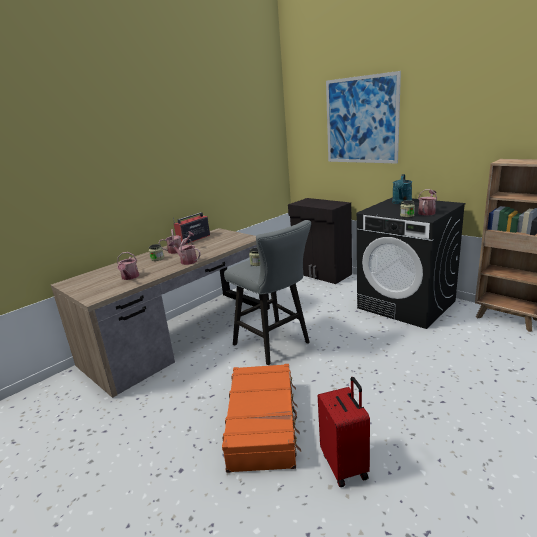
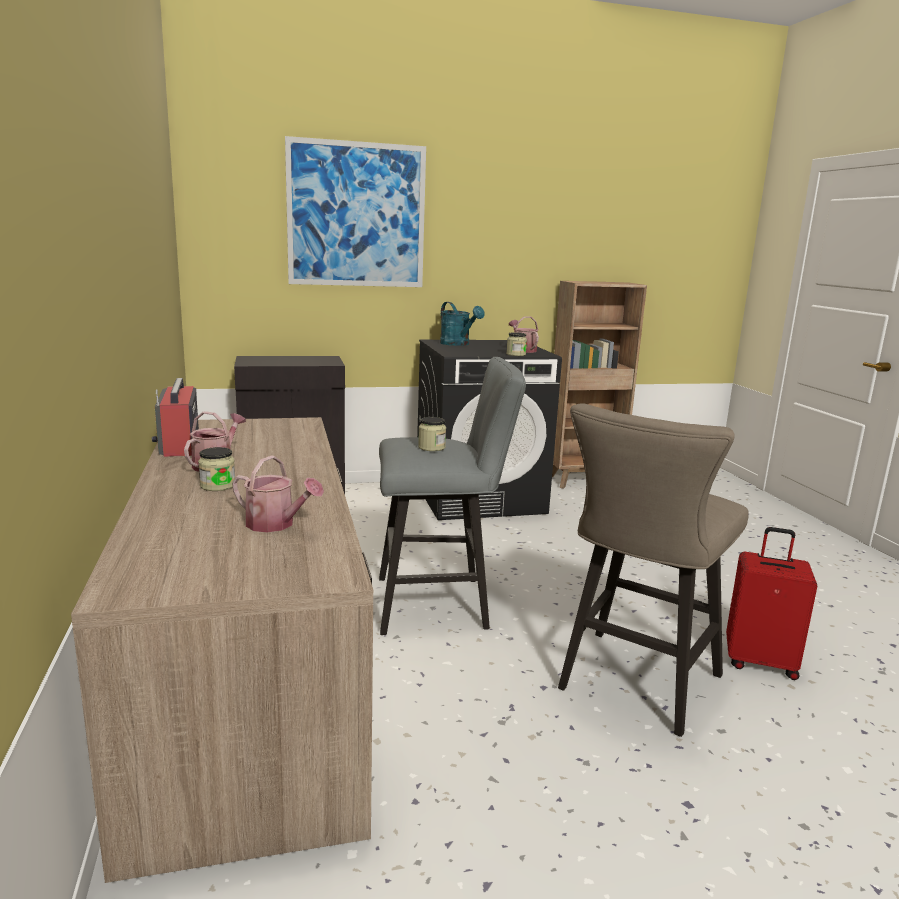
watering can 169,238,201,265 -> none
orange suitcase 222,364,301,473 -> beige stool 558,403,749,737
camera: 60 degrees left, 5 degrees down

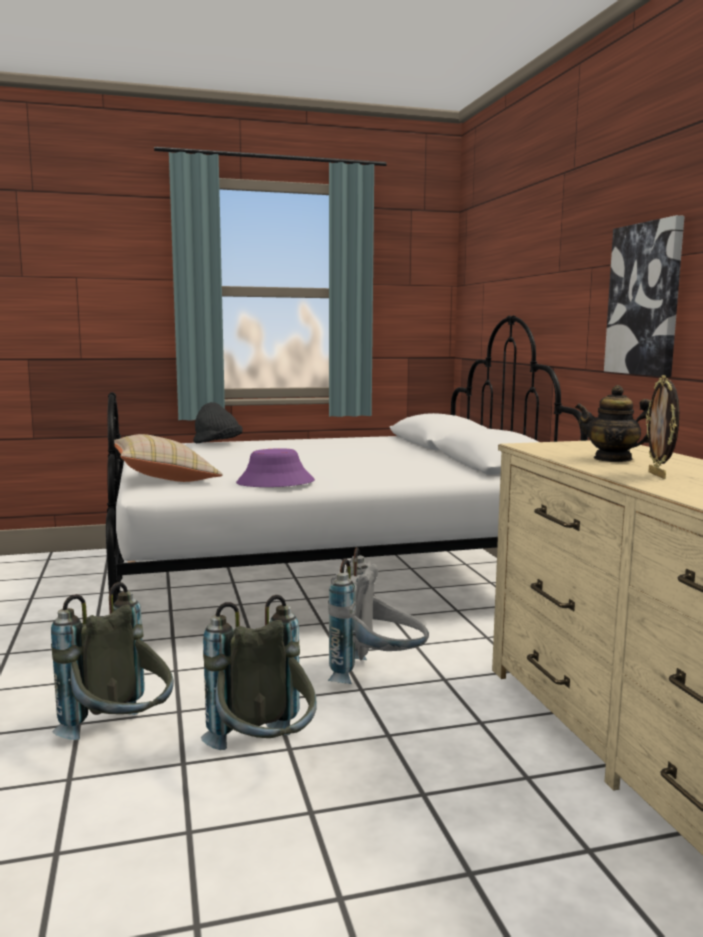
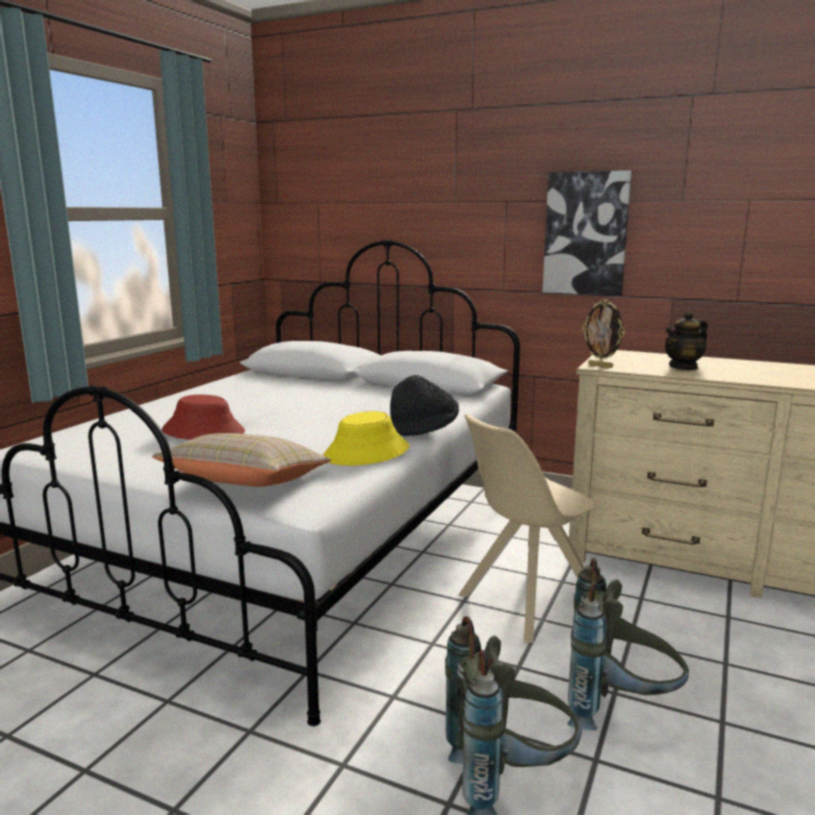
picture frame 646,375,679,479 -> picture frame 582,299,625,368, shifted
black hat 193,402,243,443 -> black hat 390,375,459,436, shifted
purple hat 236,448,315,487 -> yellow hat 323,411,409,466
grey backpack 328,547,429,684 -> beige chair 458,414,606,643
none -> red hat 162,395,245,440
camera: 50 degrees left, 5 degrees up

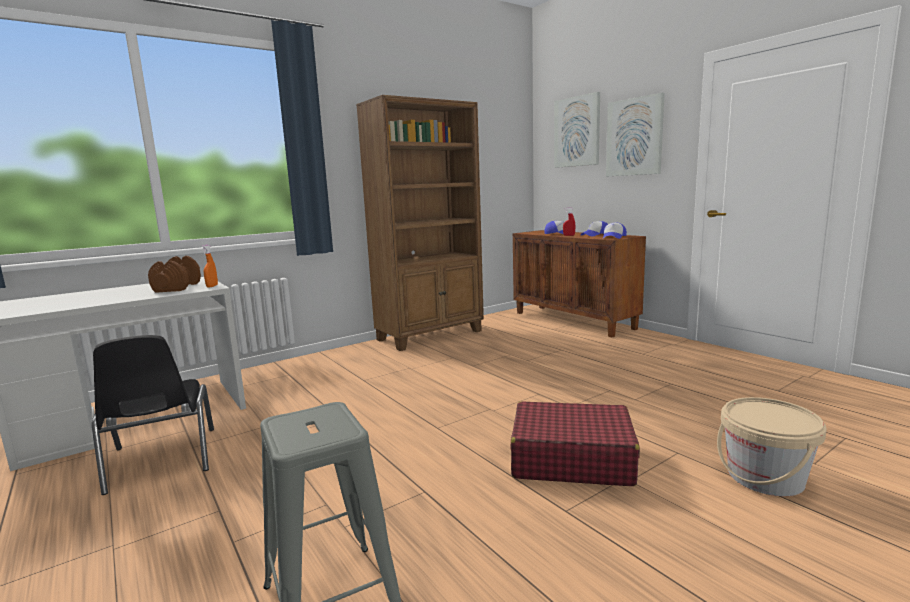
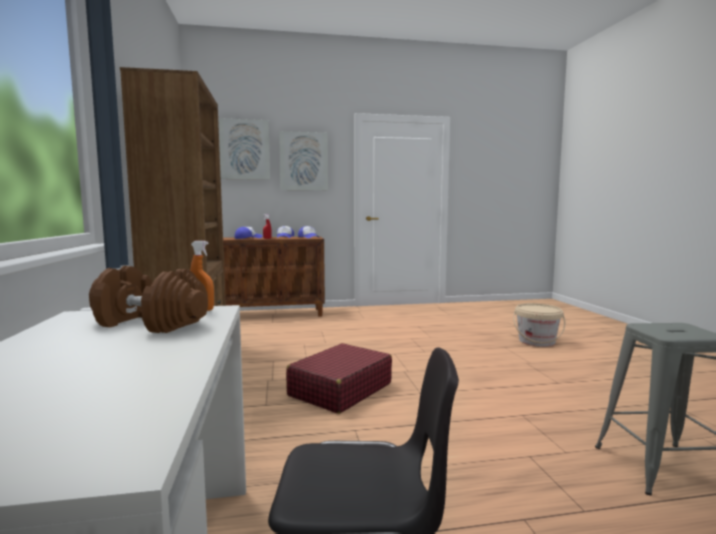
red suitcase 511,401,640,486 -> red suitcase 286,343,392,414, shifted
camera: 65 degrees left, 5 degrees down

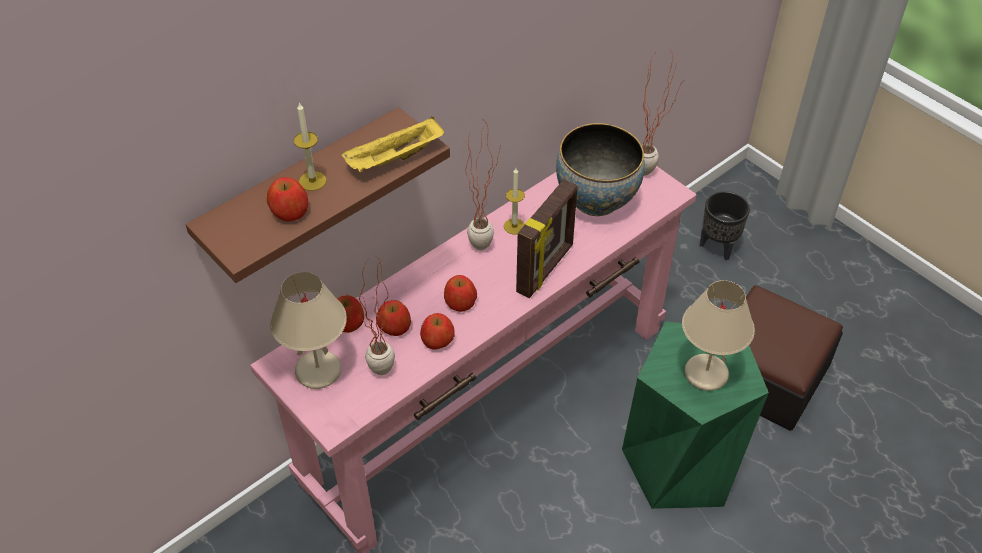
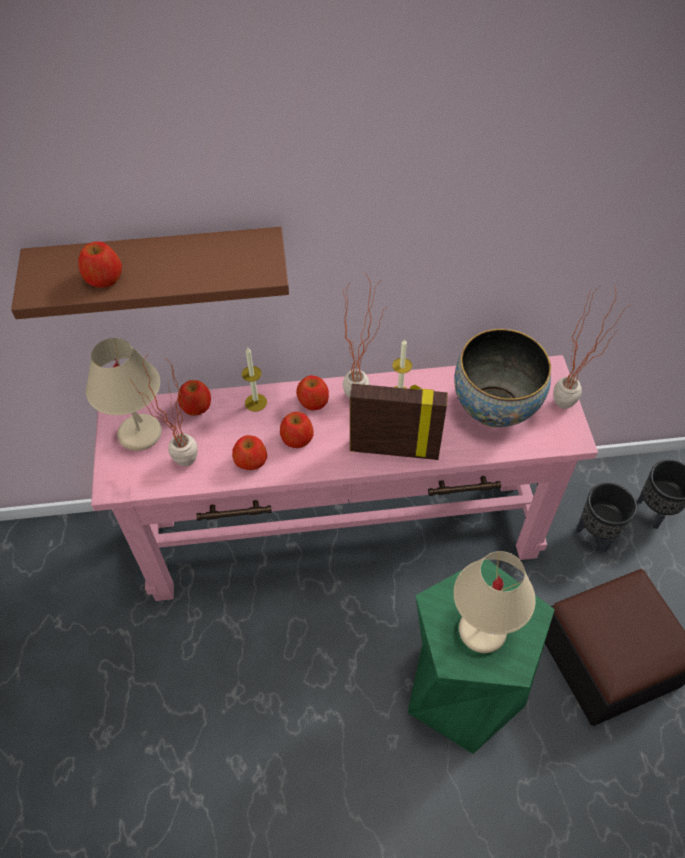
candle 294,102,326,191 -> candle 242,347,267,412, shifted
yellow tray 342,117,444,172 -> none
picture frame 516,179,578,298 -> picture frame 350,384,448,460, 150 degrees counterclockwise
apple 376,300,411,336 -> apple 296,375,329,411, shifted
none -> black planter 576,483,637,552
camera: 35 degrees right, 5 degrees up

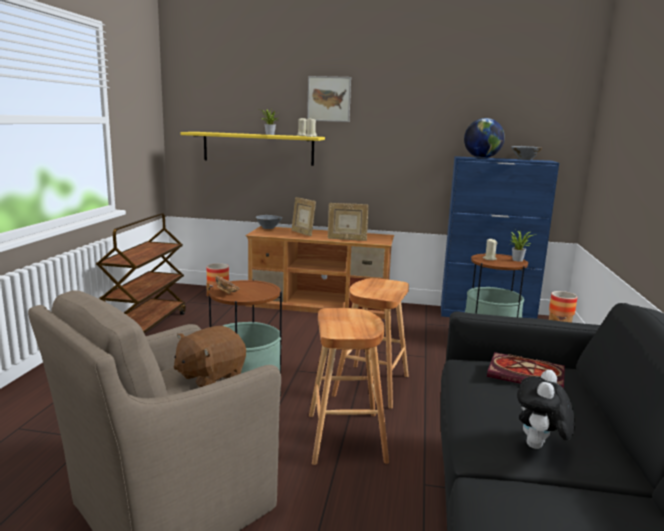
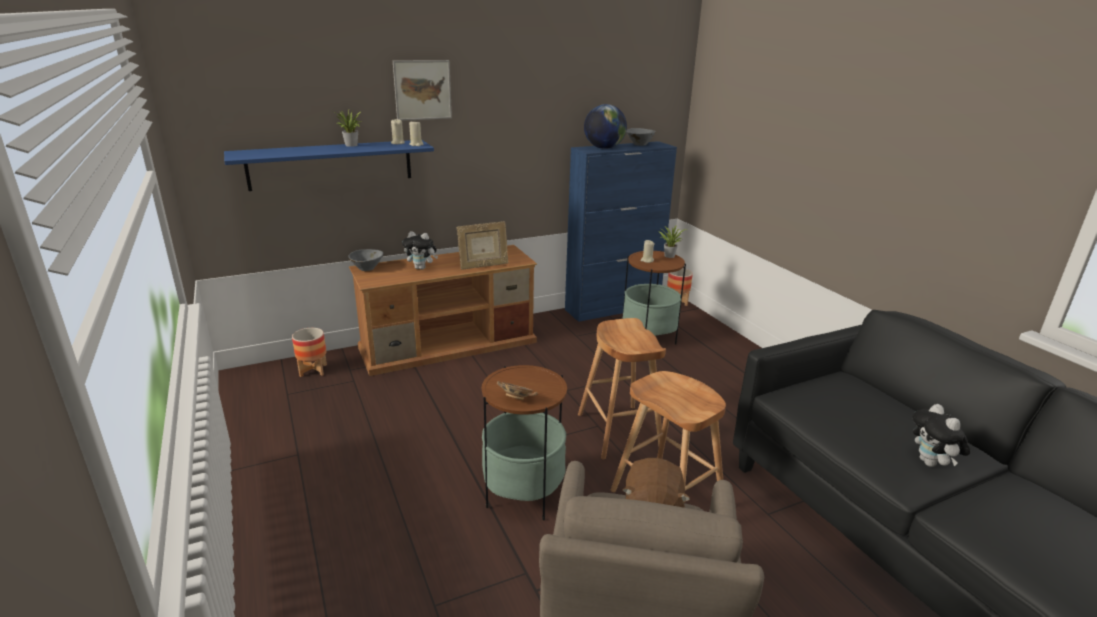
yellow shelf 180,132,325,166 -> blue shelf 224,140,434,191
picture frame 292,197,316,236 -> plush toy 402,231,438,270
brown cart 96,213,186,333 -> none
book 487,352,565,389 -> none
camera: 35 degrees left, 10 degrees up

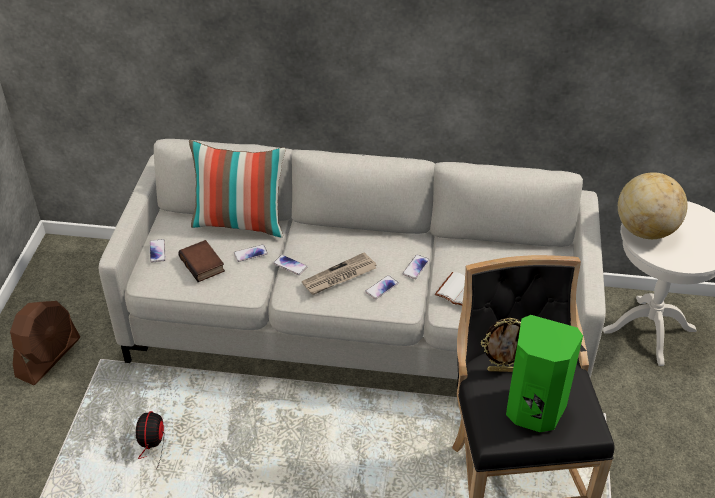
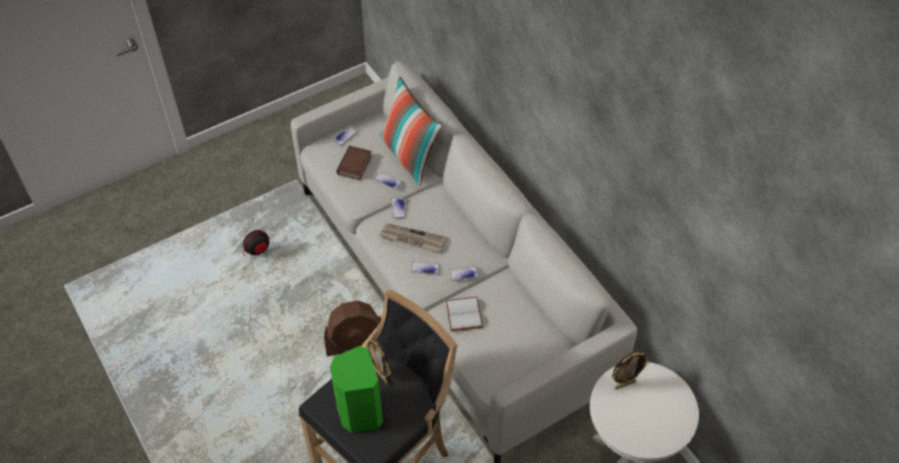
globe 618,172,688,239 -> picture frame 611,351,649,389
brown fan 10,301,80,385 -> brown fan 324,301,381,357, shifted
camera: 50 degrees right, 10 degrees up

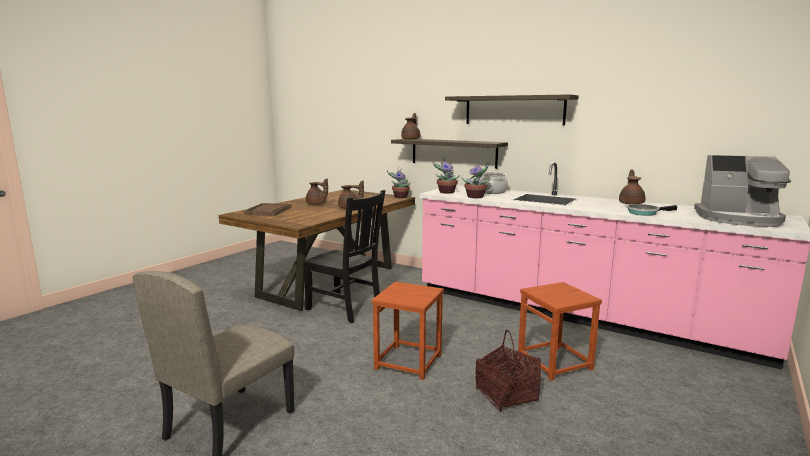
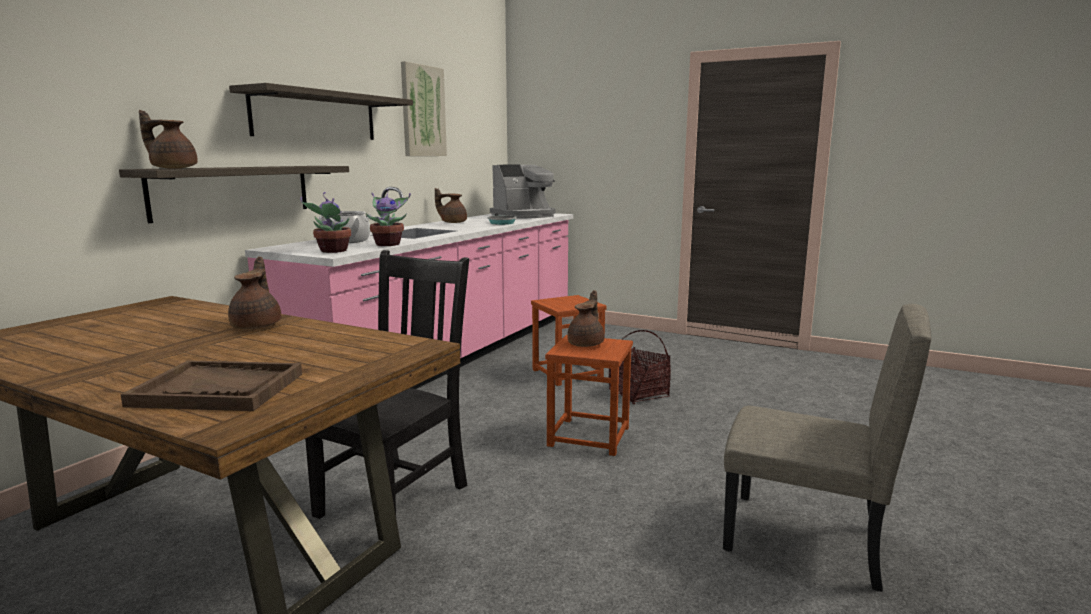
coffee machine 694,155,791,227 -> coffee machine 490,164,556,218, 45 degrees clockwise
potted plant 387,167,410,198 -> none
brown teapot 306,179,328,205 -> brown teapot 567,290,604,347, shifted
none -> picture 401,61,447,156
camera: 95 degrees left, 0 degrees up

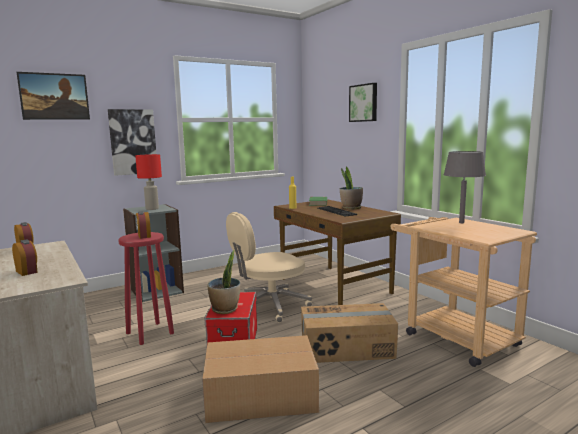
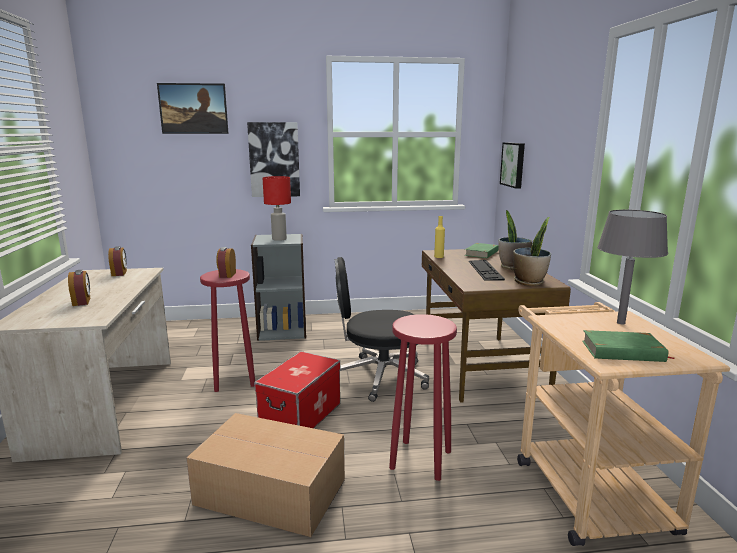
picture 349,83,377,122 -> picture 500,142,525,189, shifted
beige office chair 226,212,312,323 -> black office chair 335,257,429,402
potted plant 207,250,240,314 -> potted plant 513,217,551,286, shifted
cardboard box 301,303,398,363 -> red stool 389,314,457,481
none -> green book 582,330,674,362
camera: 25 degrees right, 5 degrees up

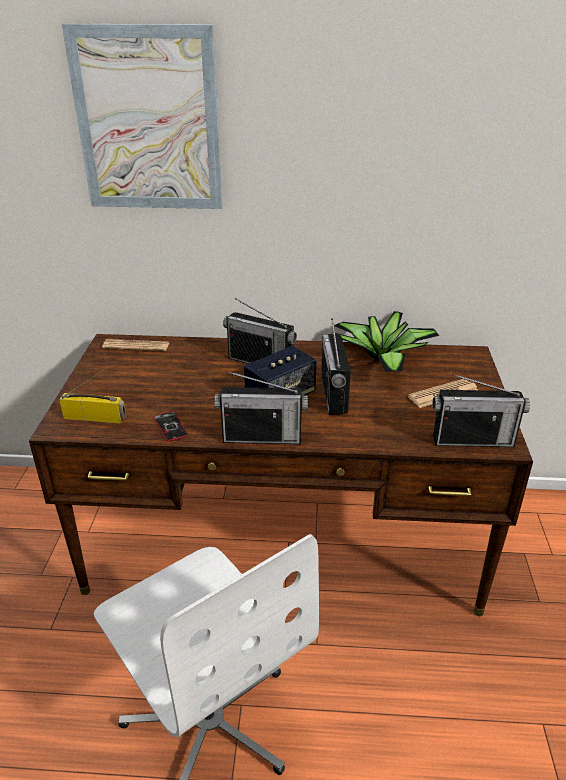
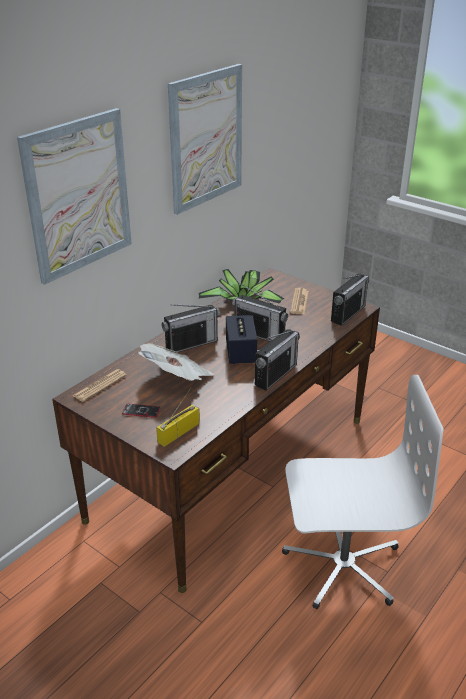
phone 154,411,188,442 -> phone 122,404,161,418, shifted
none -> picture 168,64,242,215
none -> newspaper 138,343,214,381
camera: 55 degrees left, 0 degrees up

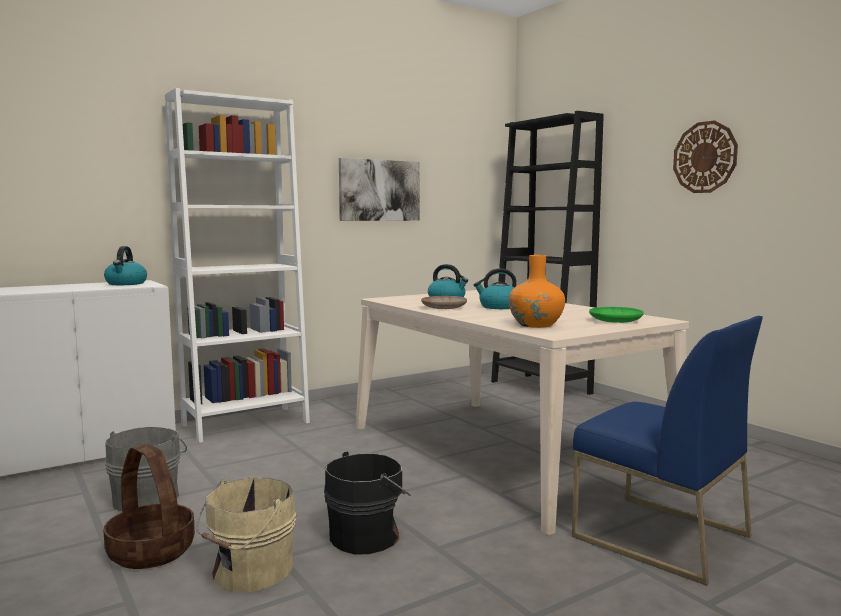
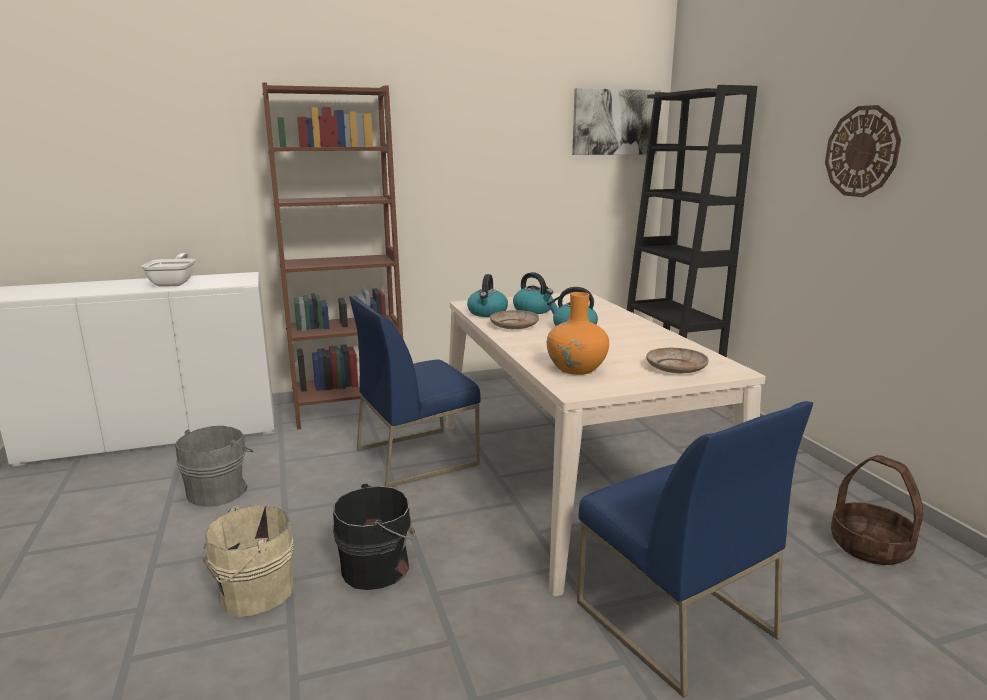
white bookcase 165,88,310,443 -> brown bookcase 262,82,403,430
picture 339,158,420,221 -> picture 572,88,661,155, shifted
kettle 104,246,147,285 -> kettle 467,274,508,317, shifted
green plate 589,307,644,323 -> beige plate 646,348,709,373
basket 103,444,195,569 -> basket 831,455,923,565, shifted
none -> frying pan 141,253,196,287
none -> blue chair 349,296,480,487
camera: 15 degrees right, 10 degrees up

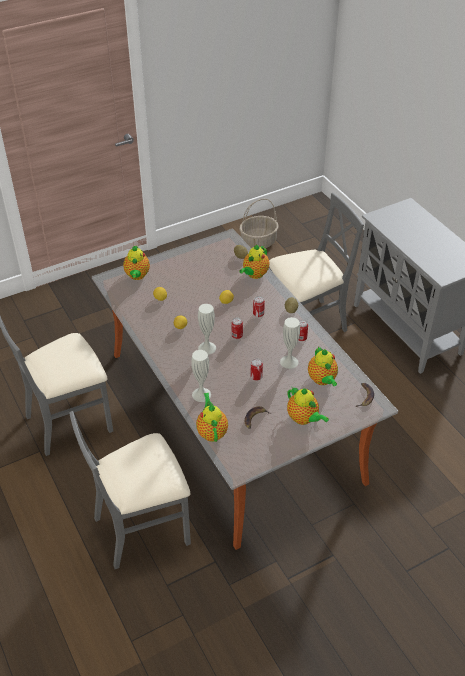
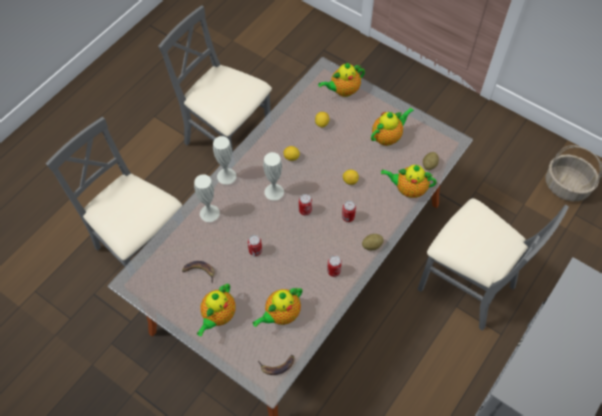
white vase 280,317,300,369 -> white vase 213,136,237,185, shifted
teapot 196,393,228,442 -> teapot 371,108,414,146, shifted
camera: 65 degrees right, 15 degrees up

